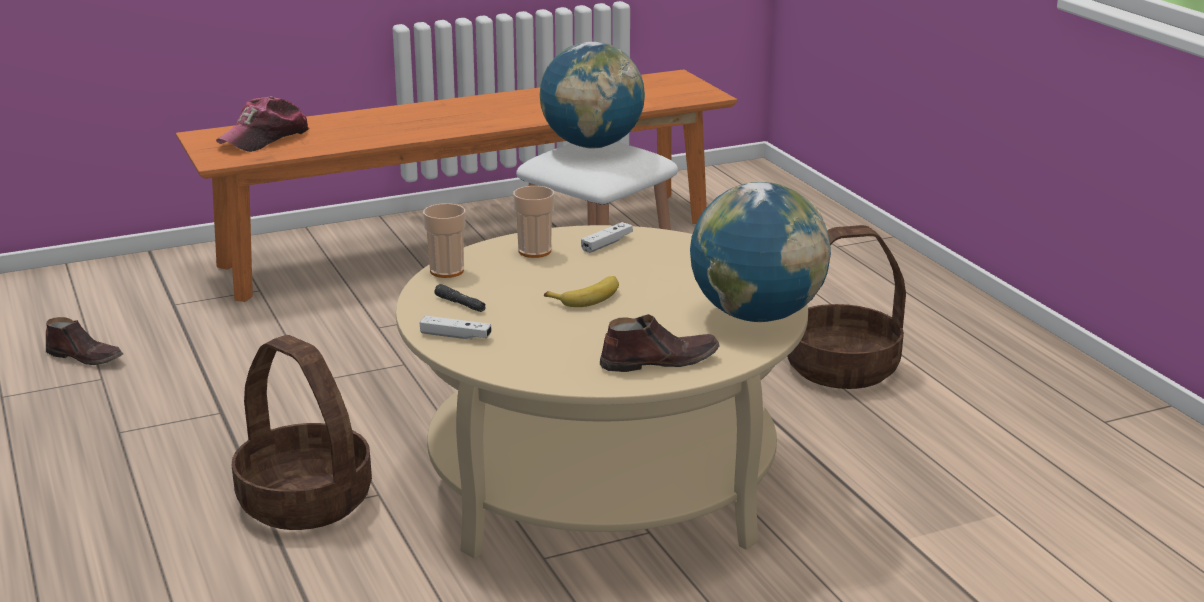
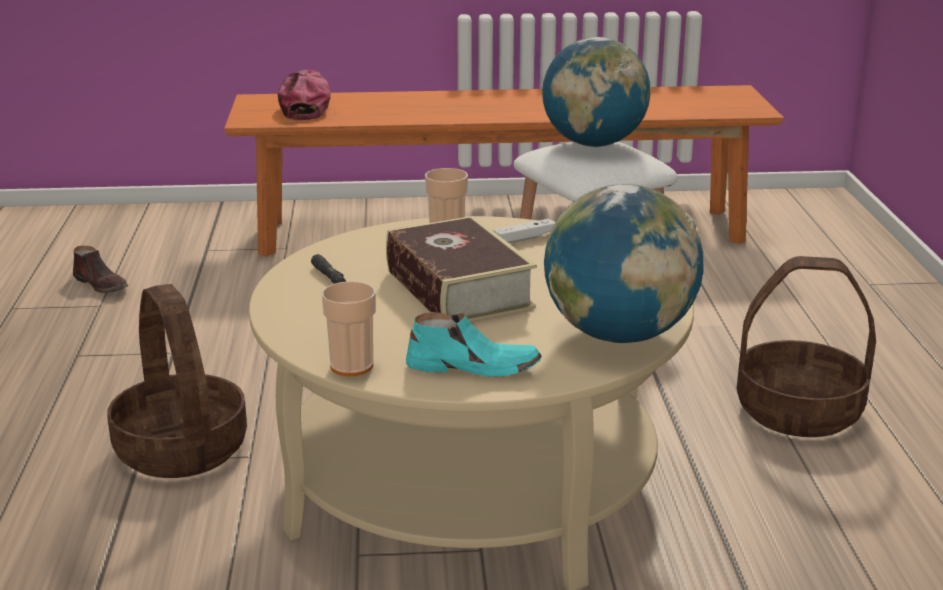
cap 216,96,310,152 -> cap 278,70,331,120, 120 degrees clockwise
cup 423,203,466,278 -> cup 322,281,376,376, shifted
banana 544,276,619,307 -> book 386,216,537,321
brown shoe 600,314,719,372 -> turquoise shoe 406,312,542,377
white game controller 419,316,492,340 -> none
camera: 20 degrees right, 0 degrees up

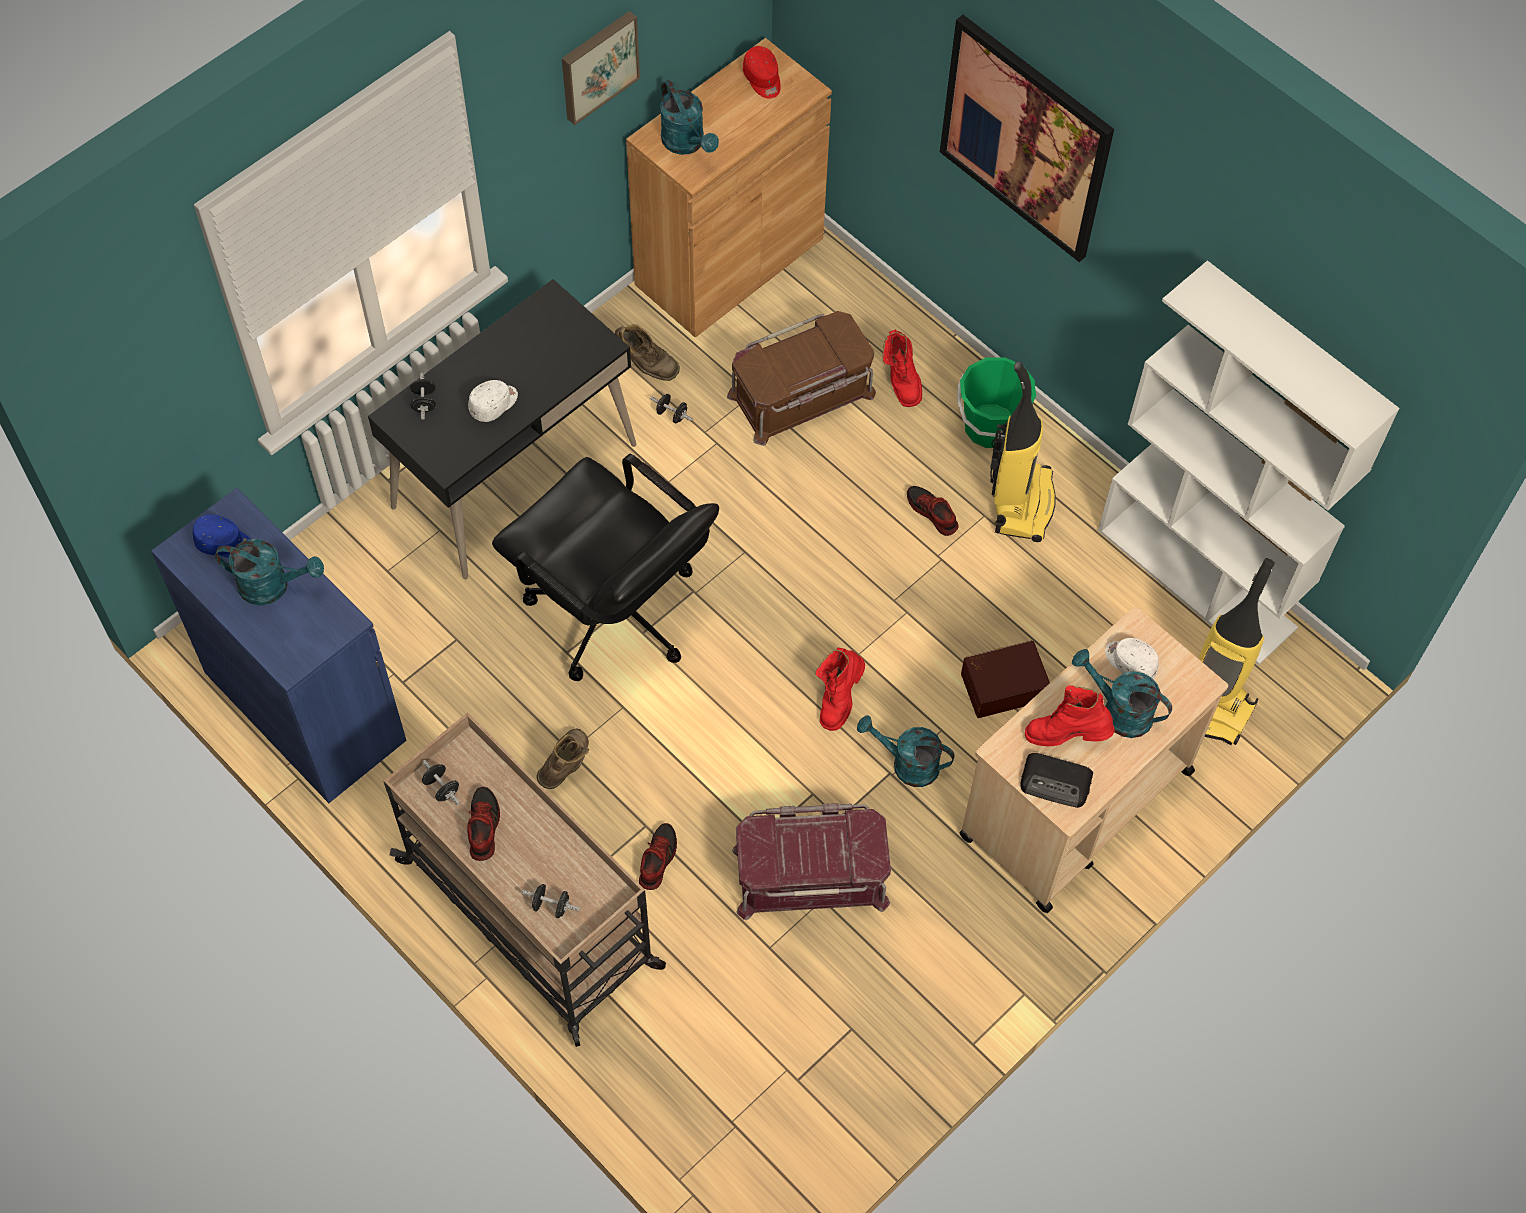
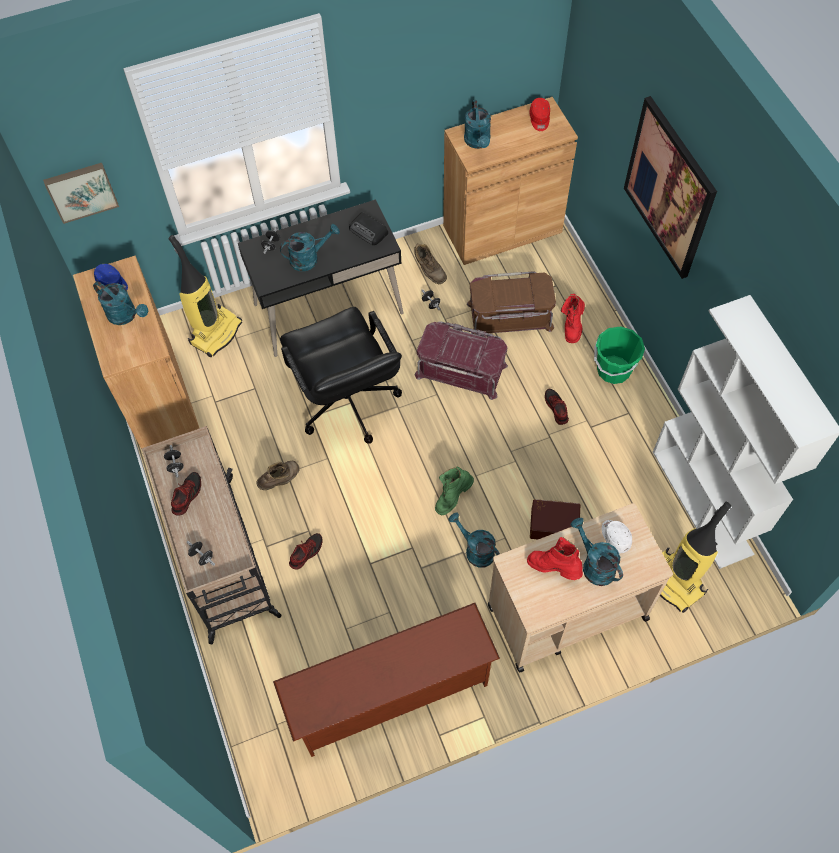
picture 562,11,640,125 -> picture 43,163,119,224, shifted
vacuum cleaner 990,361,1056,542 -> vacuum cleaner 168,235,242,357, shifted
white cap 468,380,518,422 -> turquoise watering can 280,224,340,271
blue cabinet 151,488,406,803 -> brown cabinet 73,256,199,448
red boot 816,648,865,731 -> green boot 435,467,474,515
radio 1020,753,1093,808 -> radio 349,212,388,245, shifted
red storage box 732,803,891,920 -> red storage box 415,321,508,400, shifted
none -> brown shoe rack 273,603,500,757
camera: 25 degrees right, 0 degrees up

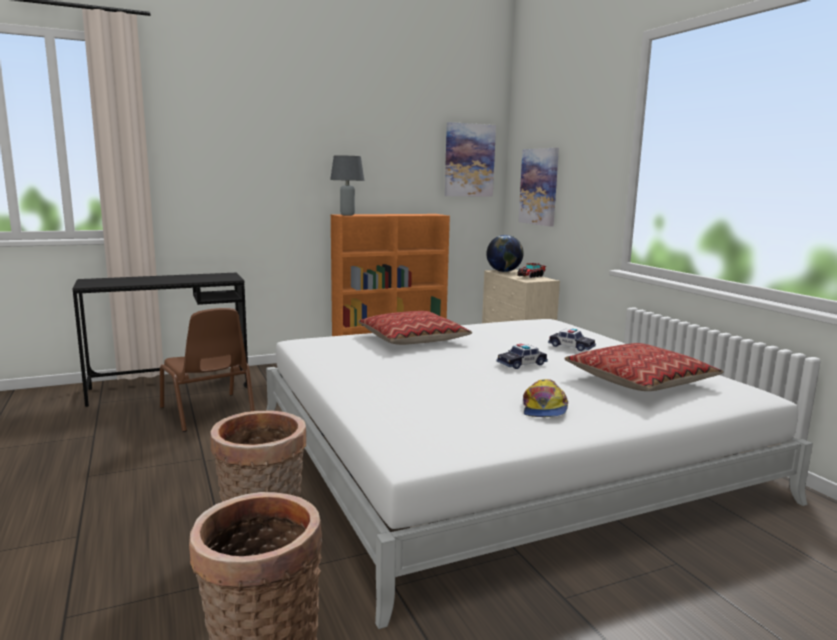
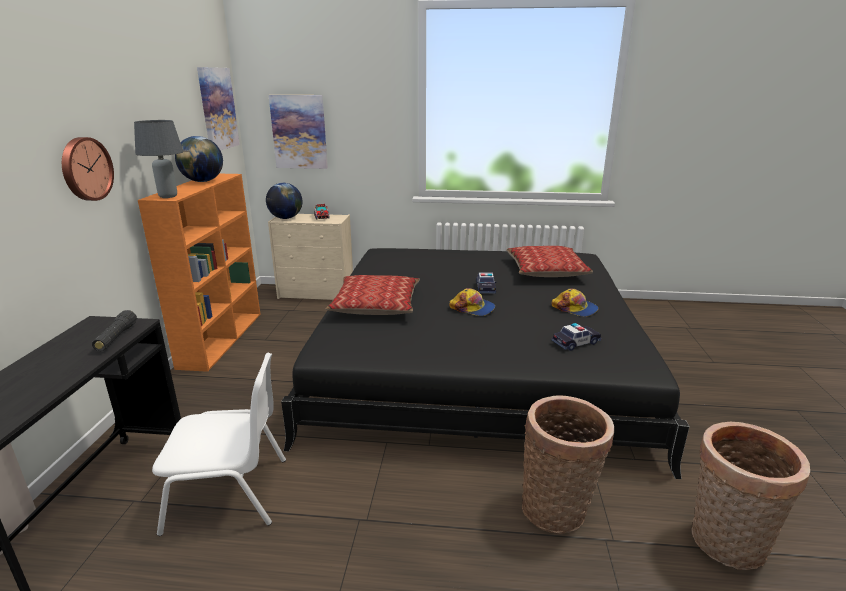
brown chair 160,308,255,432 -> white chair 152,353,286,536
white bed 266,319,813,629 -> black bed 281,248,690,479
toy car 548,329,596,351 -> toy car 552,323,602,351, shifted
none -> globe 175,136,223,182
none -> wall clock 62,137,114,201
none -> cap 449,288,495,316
none -> black flashlight 92,310,137,351
camera: 60 degrees left, 10 degrees up

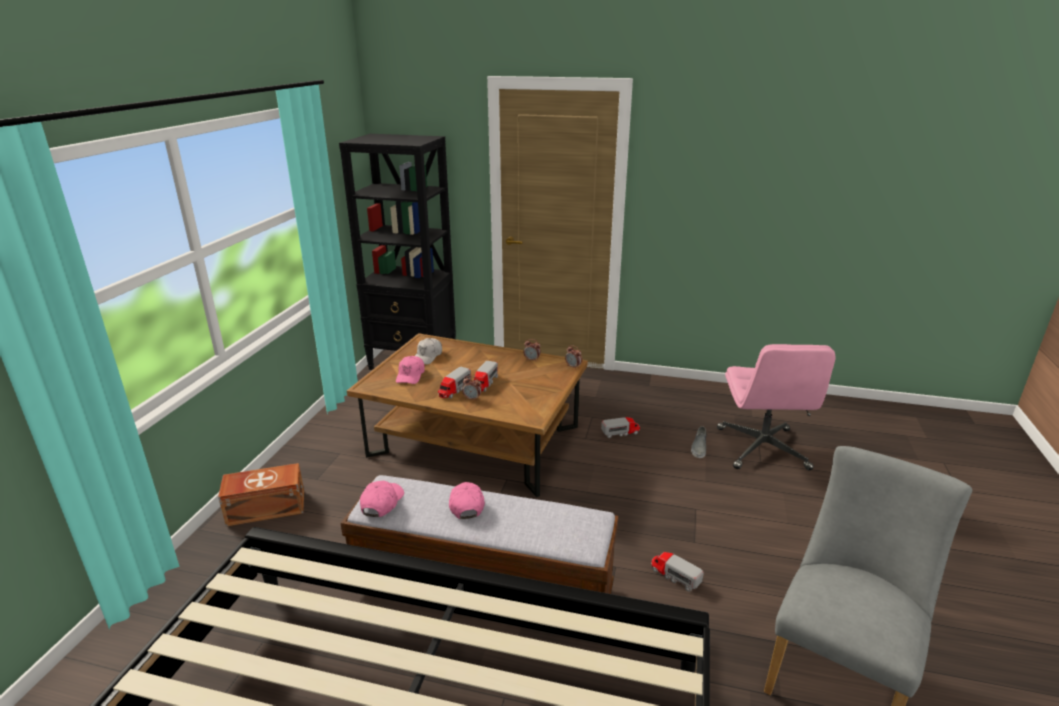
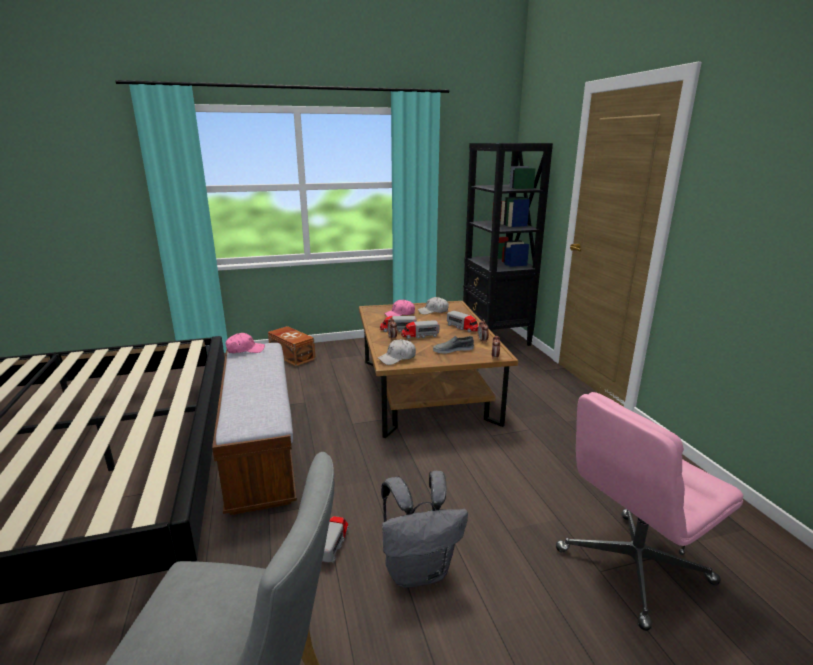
toy truck 601,417,640,438 -> toy truck 447,311,478,333, shifted
grey shoe 691,426,707,458 -> grey shoe 433,336,474,353, shifted
pink cap 449,482,485,519 -> none
none -> white cap 378,339,416,365
none -> grey backpack 381,471,468,588
camera: 60 degrees right, 5 degrees down

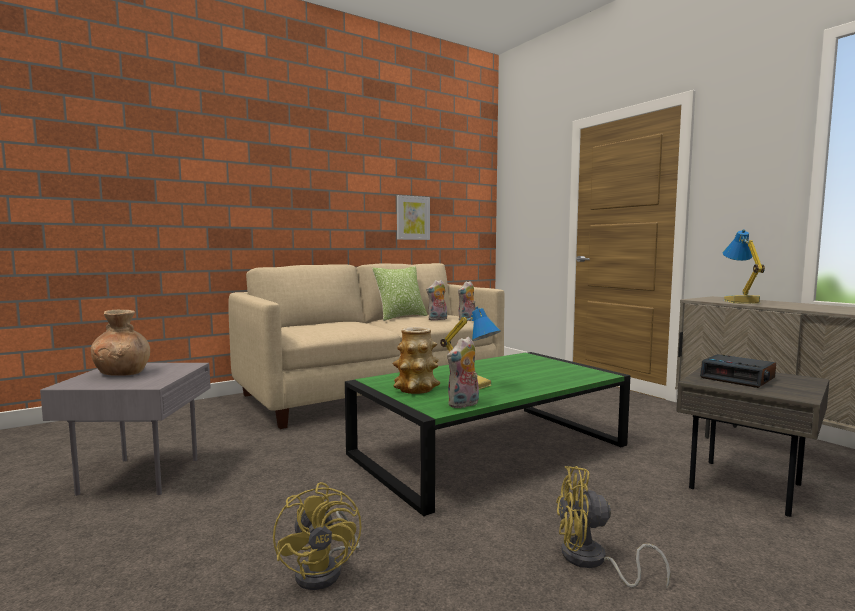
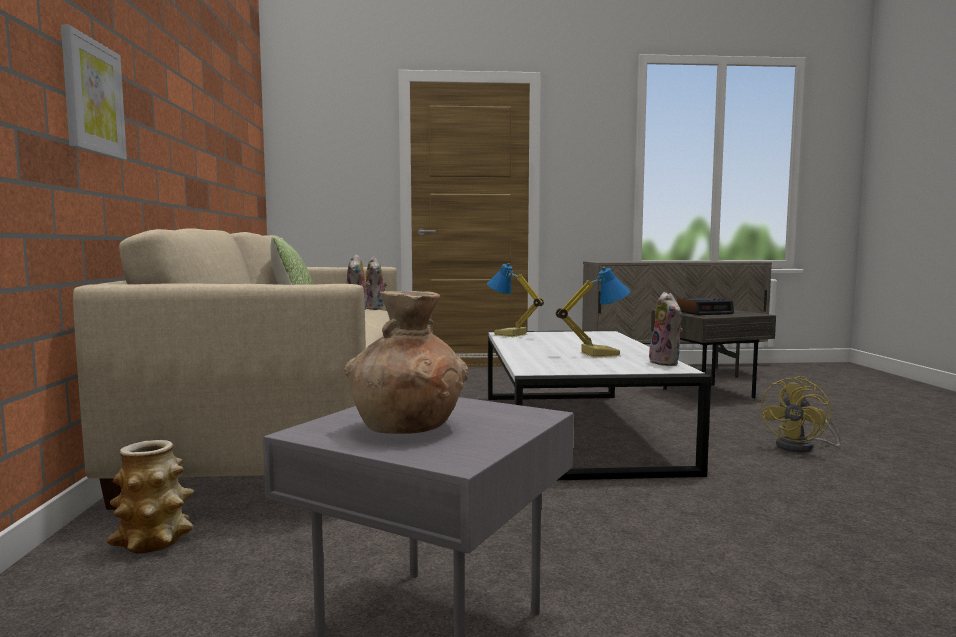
picture 397,195,430,240 -> picture 61,25,127,160, shifted
table lamp 723,229,765,304 -> table lamp 487,263,544,337, shifted
vase 393,327,440,394 -> vase 107,440,194,554, shifted
green coffee table 345,352,631,516 -> white coffee table 488,330,711,480
yellow fan 273,482,361,590 -> none
camera: 60 degrees left, 0 degrees up

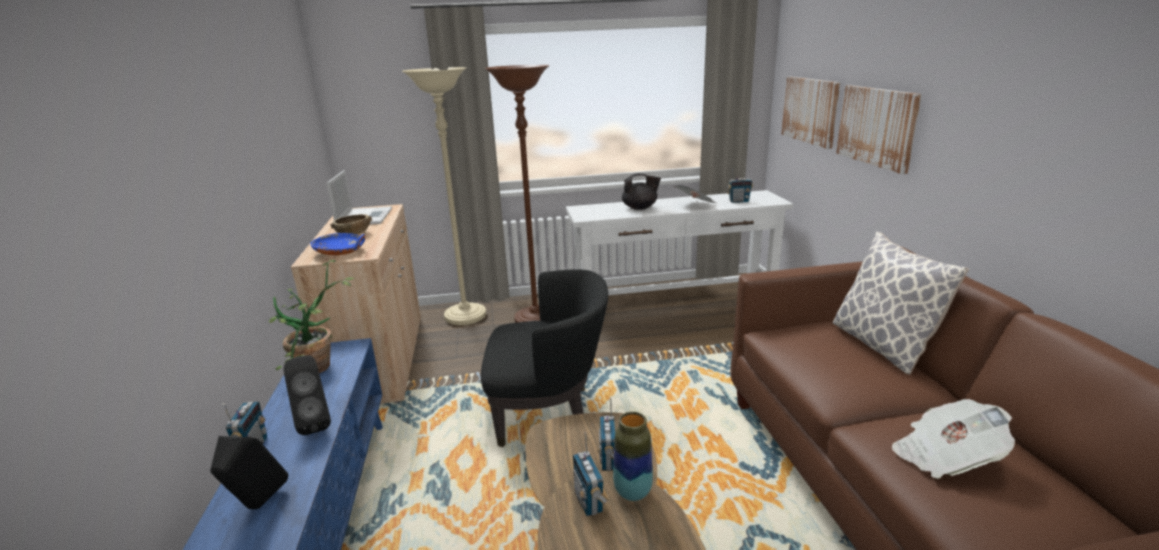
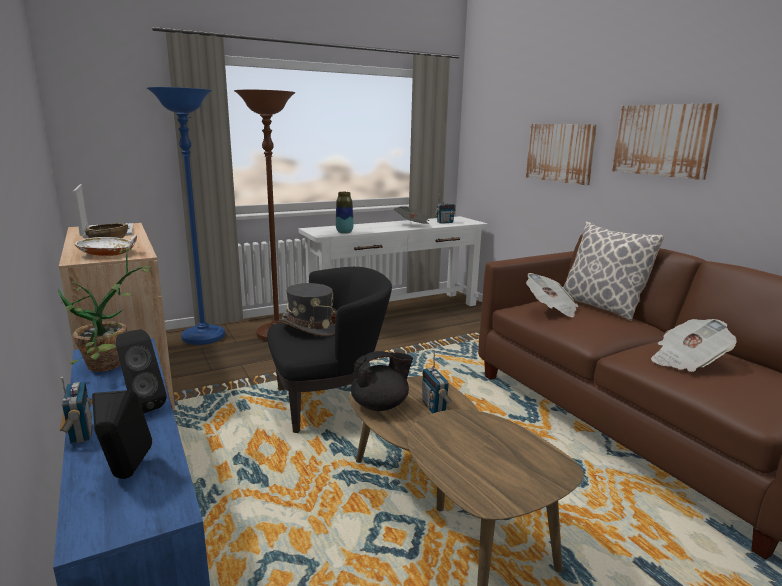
beige floor lamp 402,67,486,325 -> blue floor lamp 147,87,225,345
picture 781,77,841,149 -> picture 612,103,720,180, shifted
black teapot 622,173,661,210 -> black teapot 351,351,413,411, shifted
blue bowl 310,233,365,255 -> white bowl 75,235,137,256
vase 613,412,653,501 -> vase 336,192,354,234, shifted
radio 573,432,610,516 -> none
none -> newspaper 526,273,578,317
none -> grey hat 279,283,337,337
camera: 20 degrees left, 5 degrees down

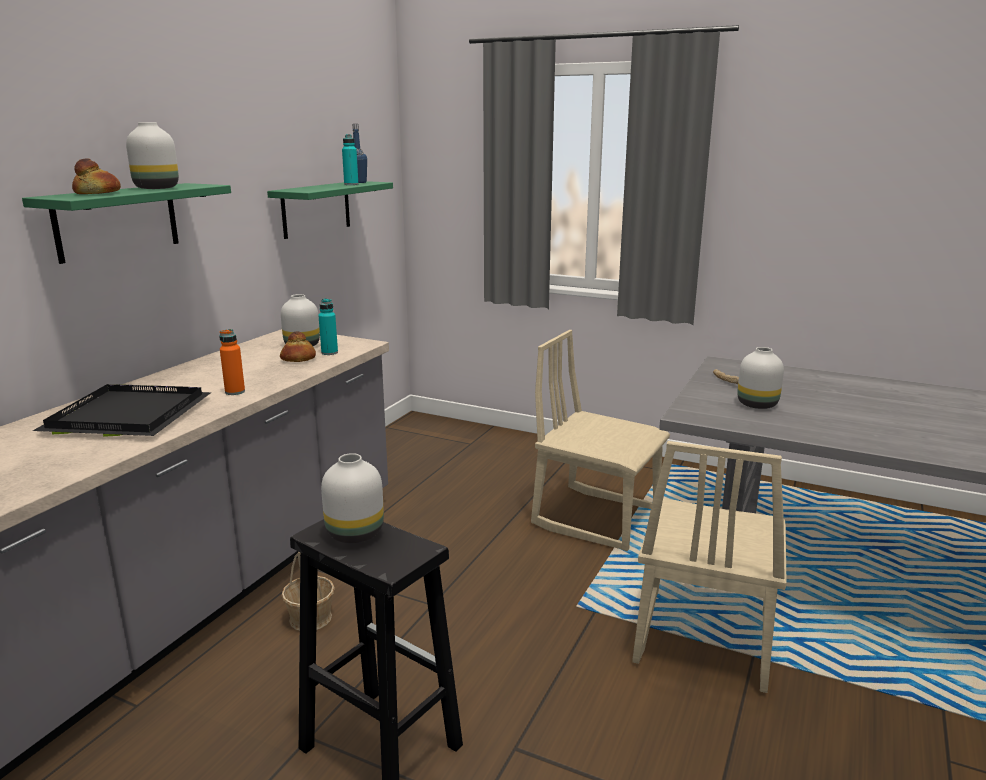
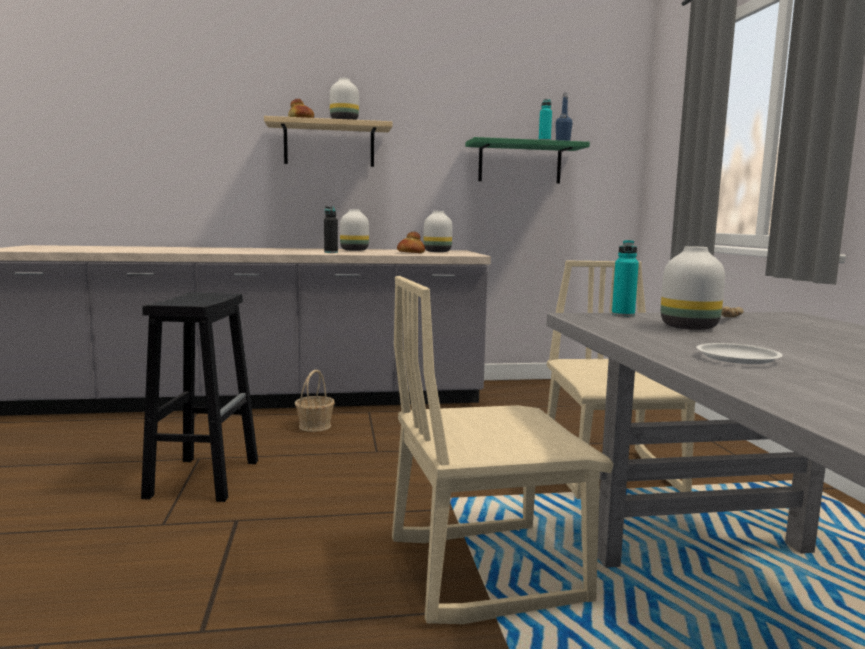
green shelf 22,183,231,264 -> beige shelf 264,116,392,167
turquoise bottle 318,298,338,355 -> turquoise bottle 612,240,639,317, shifted
orange bottle 219,329,245,395 -> black bottle 324,206,338,253
black tray 33,384,212,437 -> none
white vase 321,453,384,543 -> white vase 340,209,369,251, shifted
none -> white plate 696,343,783,364
camera: 55 degrees right, 10 degrees down

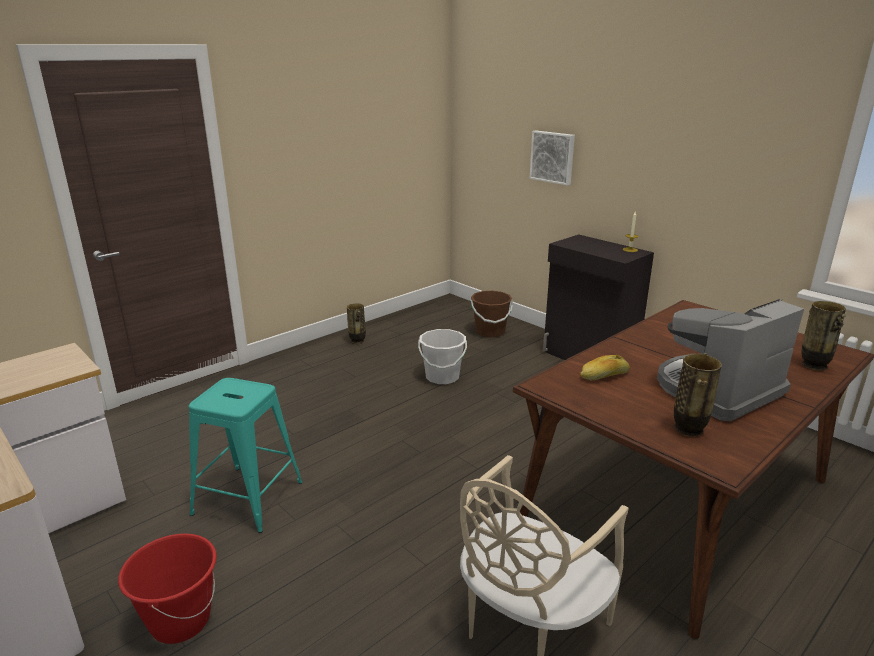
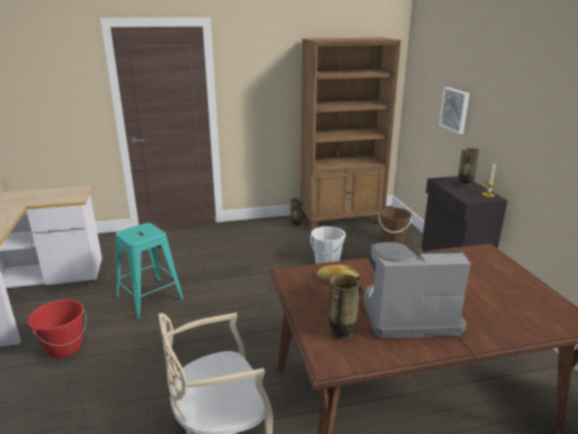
vase 801,301,846,371 -> vase 458,148,479,186, shifted
none -> brown bookcase 300,38,401,230
camera: 30 degrees right, 0 degrees up

